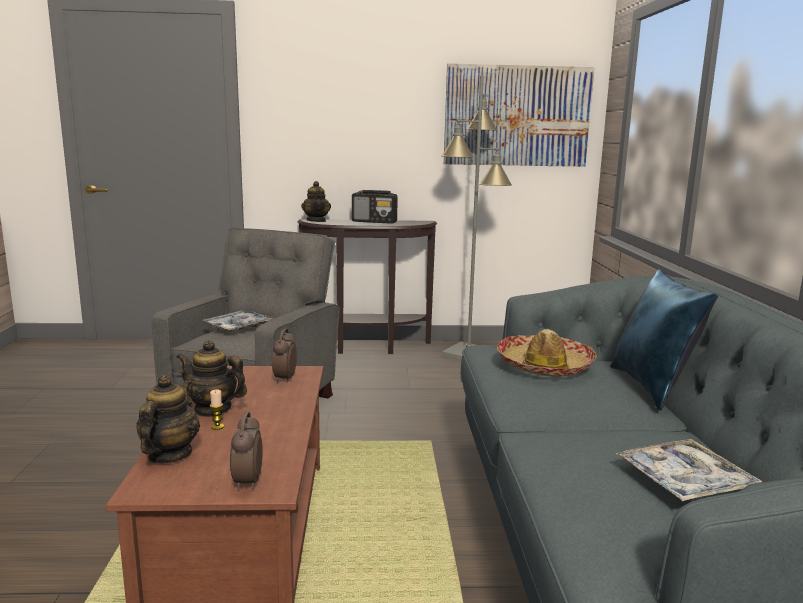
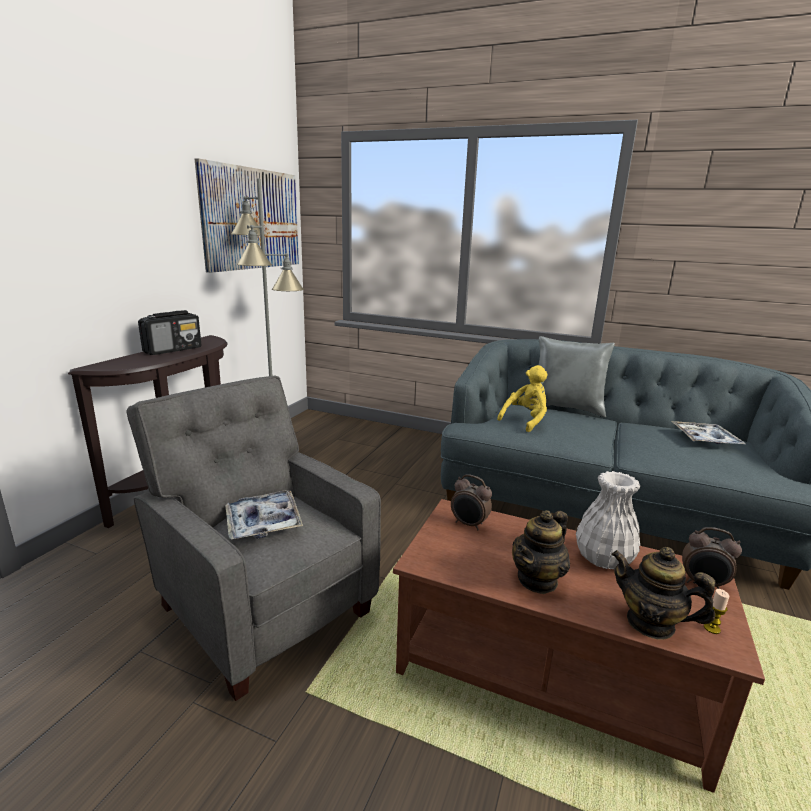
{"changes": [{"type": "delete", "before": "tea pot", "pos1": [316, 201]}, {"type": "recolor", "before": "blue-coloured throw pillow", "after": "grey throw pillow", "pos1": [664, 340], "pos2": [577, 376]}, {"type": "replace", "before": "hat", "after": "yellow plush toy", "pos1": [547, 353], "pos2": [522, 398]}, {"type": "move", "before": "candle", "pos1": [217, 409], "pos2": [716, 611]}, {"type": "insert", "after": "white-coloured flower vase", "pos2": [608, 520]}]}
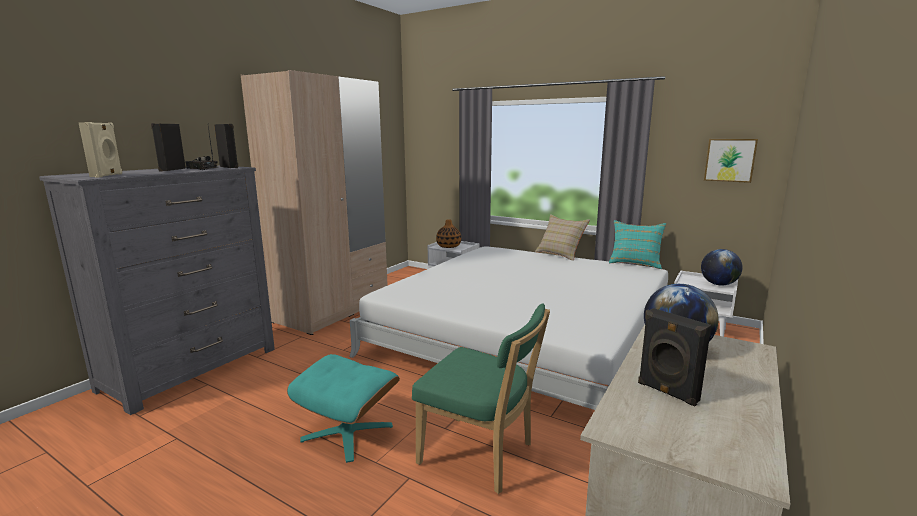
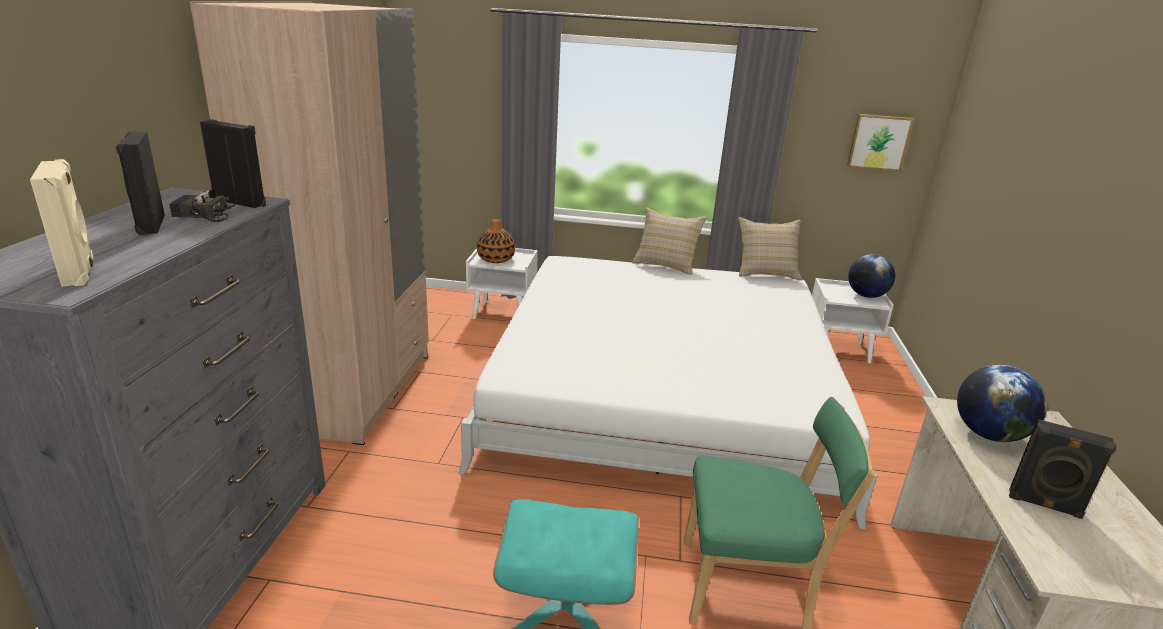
{"changes": [{"type": "recolor", "before": "turquoise-coloured throw pillow", "after": "beige-coloured throw pillow", "pos1": [637, 244], "pos2": [770, 248]}]}
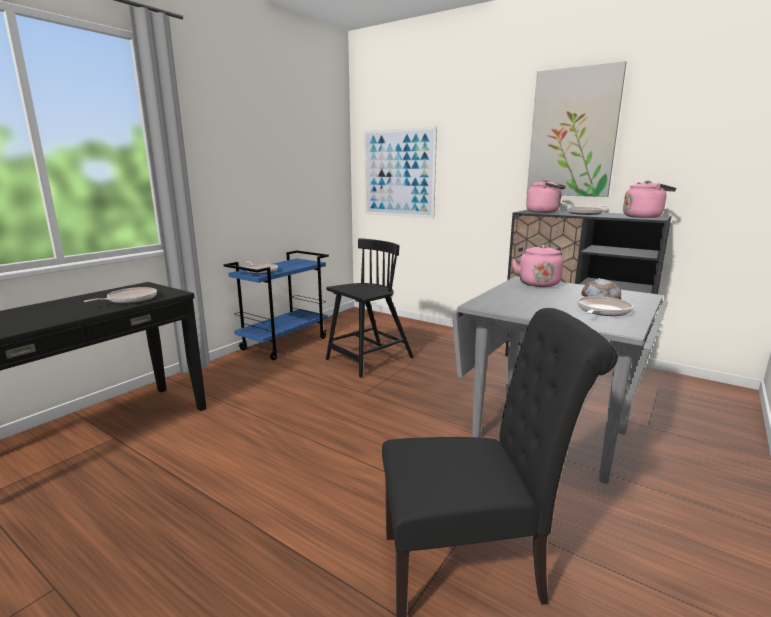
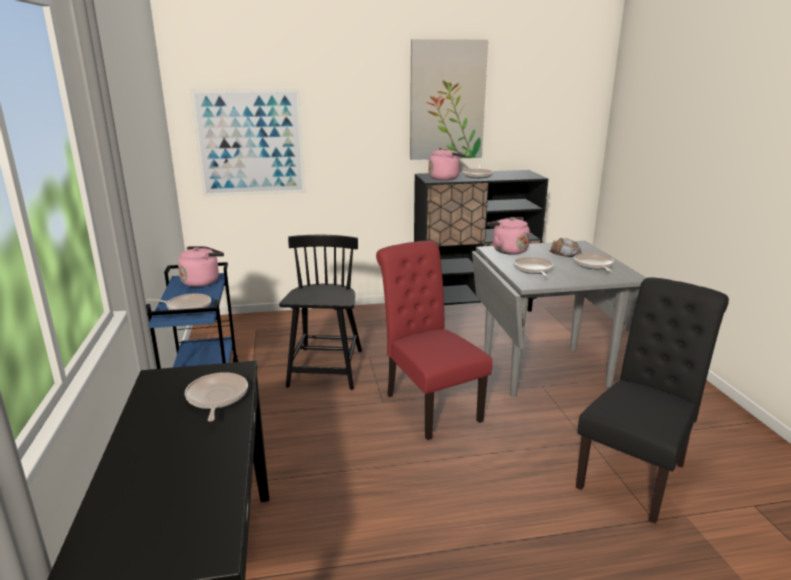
{"changes": [{"type": "move", "before": "pink-coloured kettle", "pos1": [649, 199], "pos2": [201, 266]}, {"type": "insert", "after": "red plain chair", "pos2": [434, 340]}, {"type": "insert", "after": "frying pan", "pos2": [533, 266]}]}
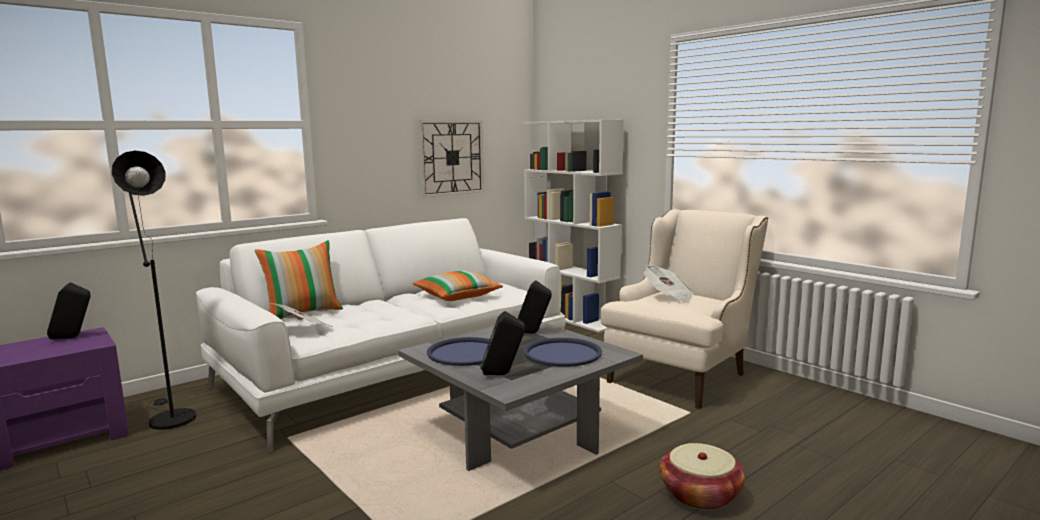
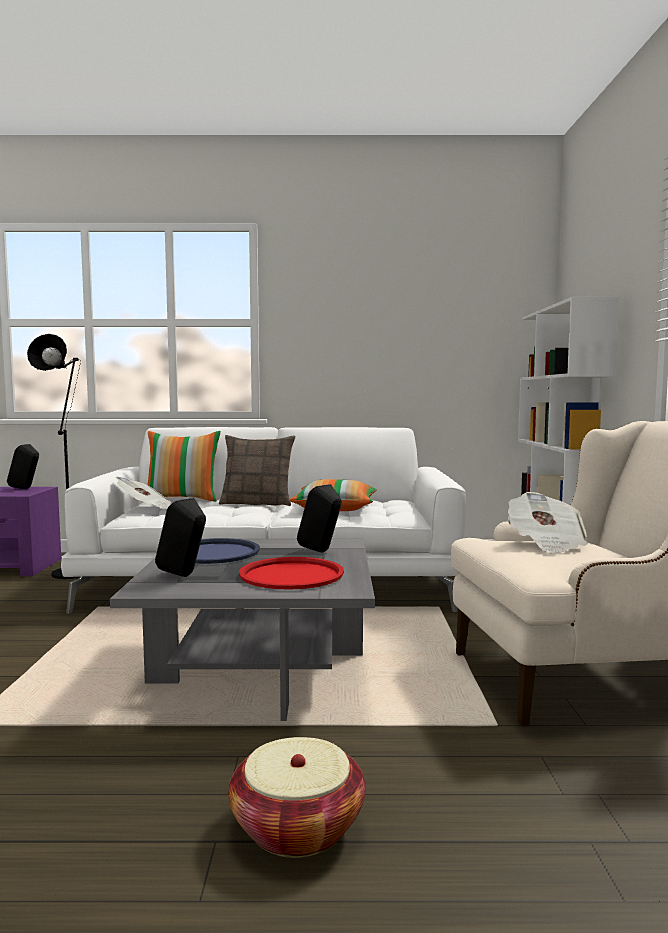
{"changes": [{"type": "delete", "before": "clock on the wall", "pos1": [451, 158]}, {"type": "recolor", "before": "blue-coloured tray", "after": "red tray", "pos1": [563, 352], "pos2": [291, 573]}, {"type": "insert", "after": "throw pillow", "pos2": [257, 470]}]}
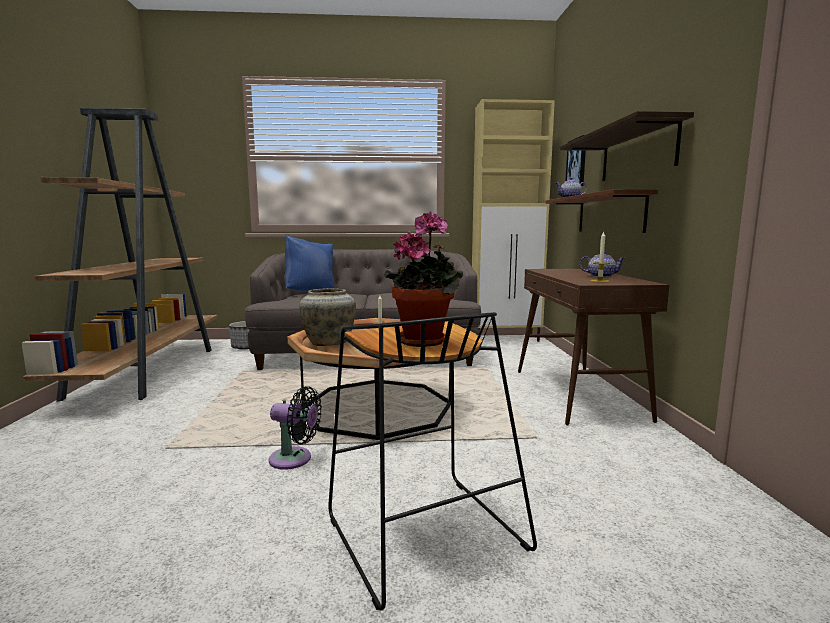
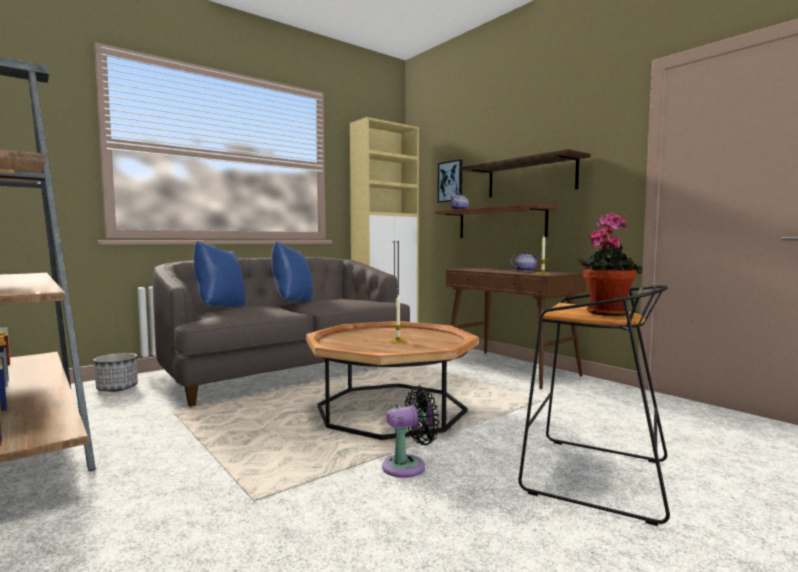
{"changes": [{"type": "delete", "before": "beige-coloured flower vase", "pos1": [327, 317]}, {"type": "insert", "after": "blue-coloured throw pillow", "pos2": [292, 272]}]}
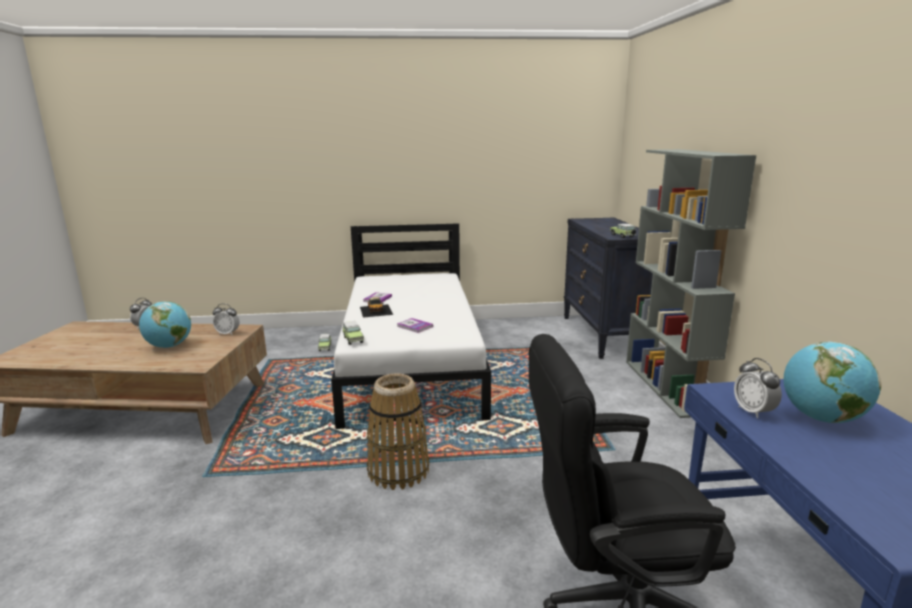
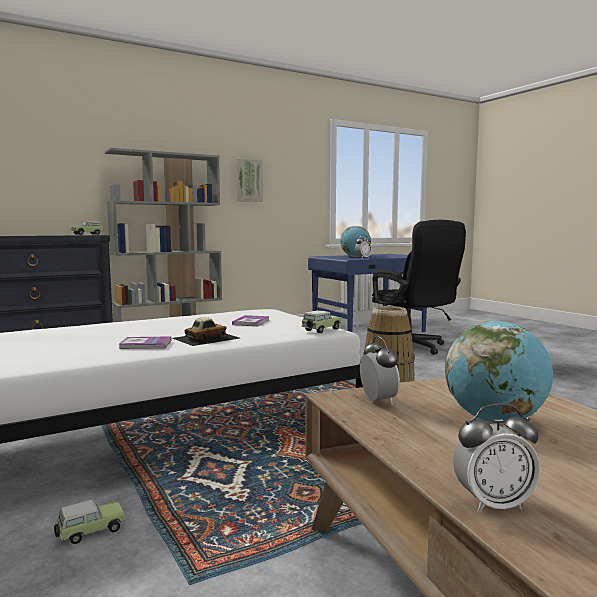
{"changes": [{"type": "insert", "after": "wall picture", "pos2": [249, 180]}]}
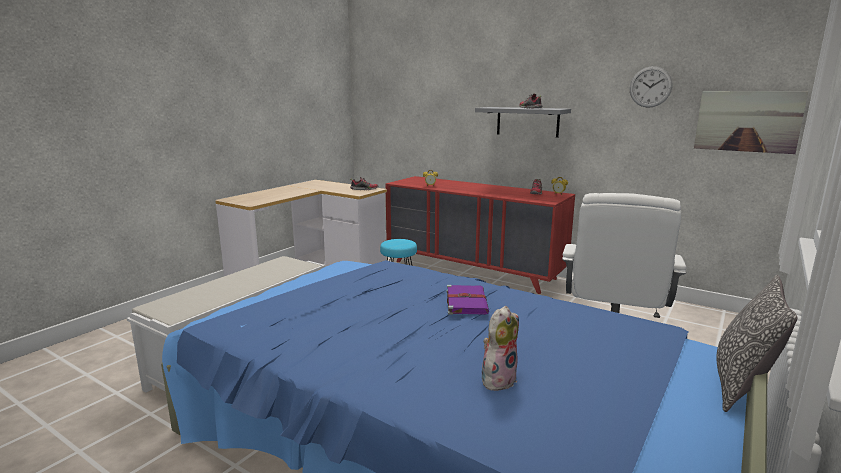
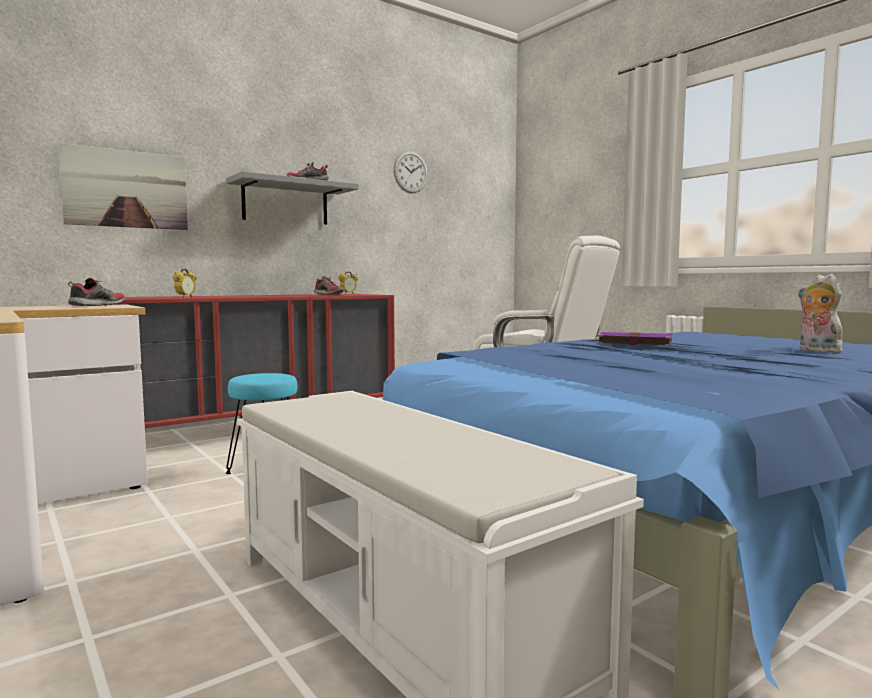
{"changes": [{"type": "move", "before": "wall picture", "pos1": [751, 122], "pos2": [123, 186]}, {"type": "delete", "before": "throw pillow", "pos1": [757, 343]}]}
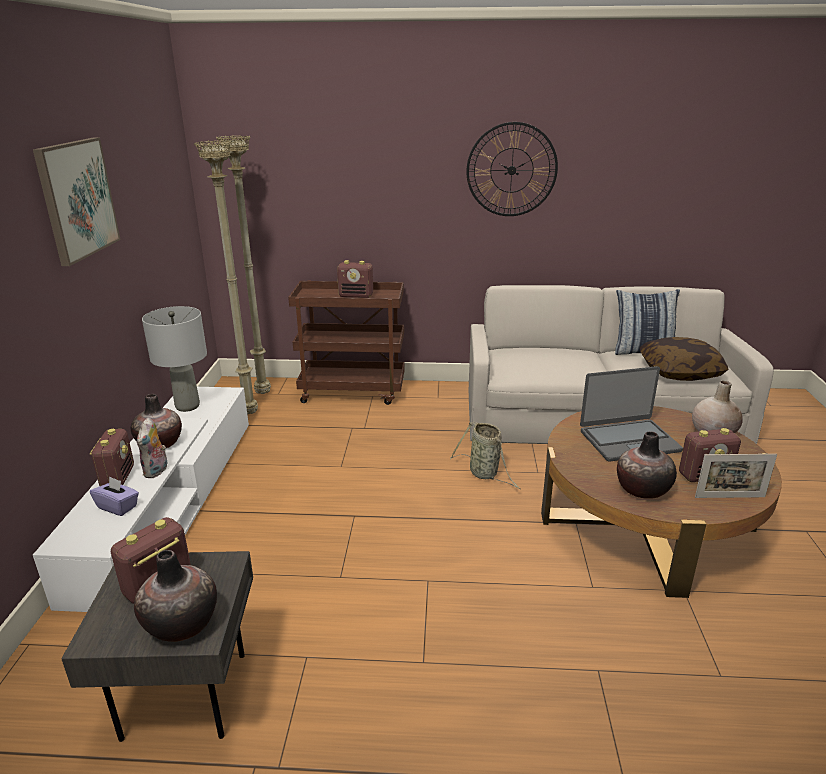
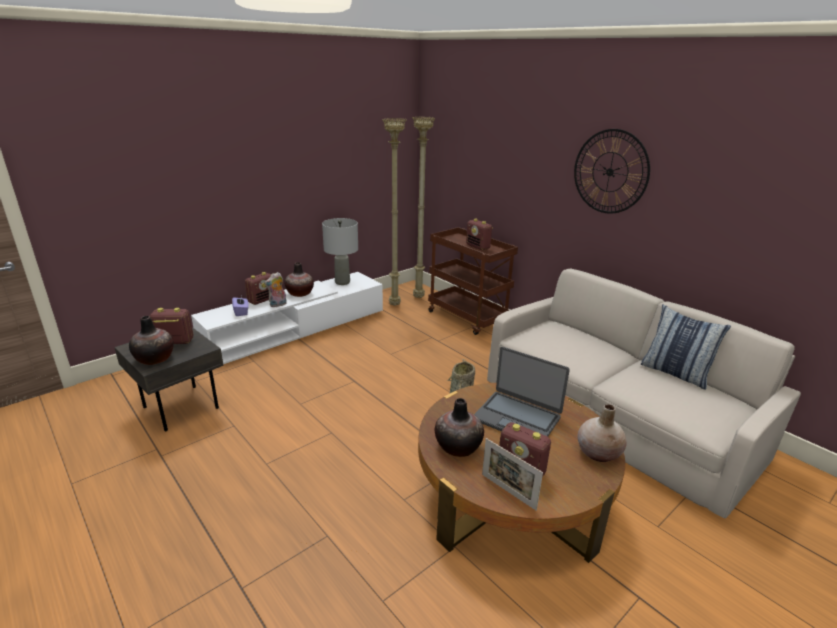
{"changes": [{"type": "delete", "before": "wall picture", "pos1": [77, 202]}, {"type": "delete", "before": "throw pillow", "pos1": [684, 359]}]}
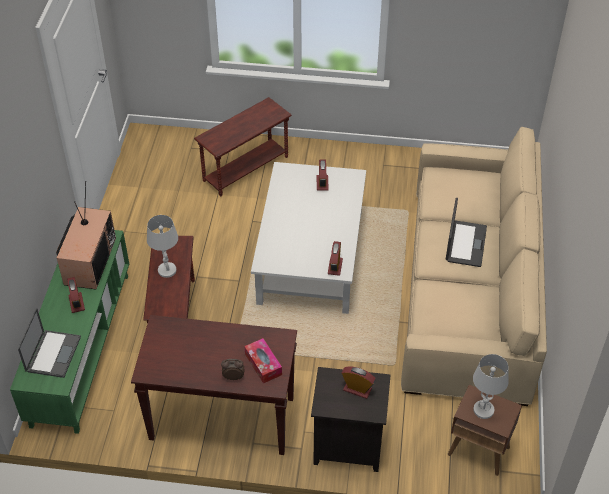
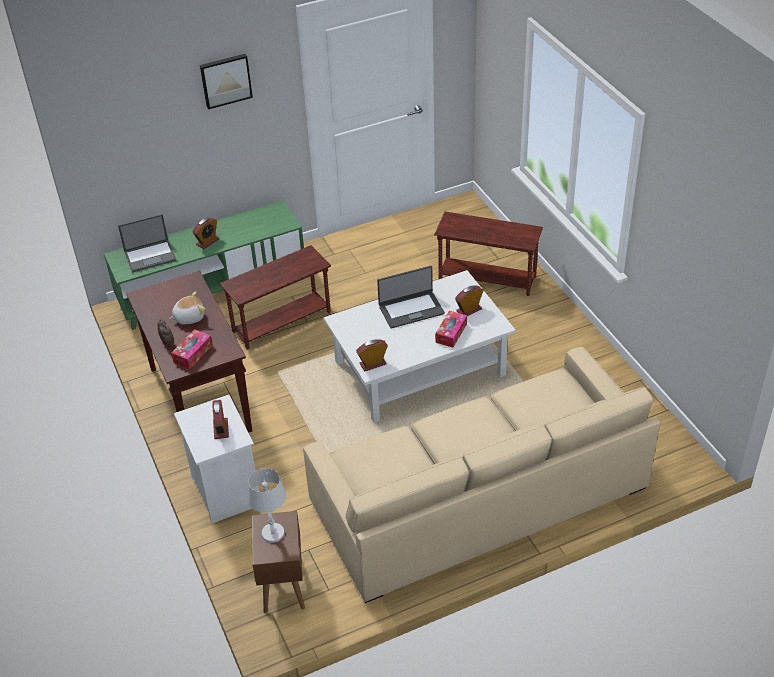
{"changes": [{"type": "delete", "before": "TV set", "pos1": [86, 235]}, {"type": "move", "before": "portable computer", "pos1": [466, 232], "pos2": [411, 297]}, {"type": "delete", "before": "white-coloured tabletop lamp", "pos1": [162, 246]}, {"type": "recolor", "before": "black-coloured nightstand", "after": "white-coloured nightstand", "pos1": [351, 419], "pos2": [216, 459]}, {"type": "insert", "after": "wall picture", "pos2": [226, 82]}, {"type": "insert", "after": "plush toy", "pos2": [187, 307]}, {"type": "insert", "after": "tissue holder", "pos2": [451, 329]}]}
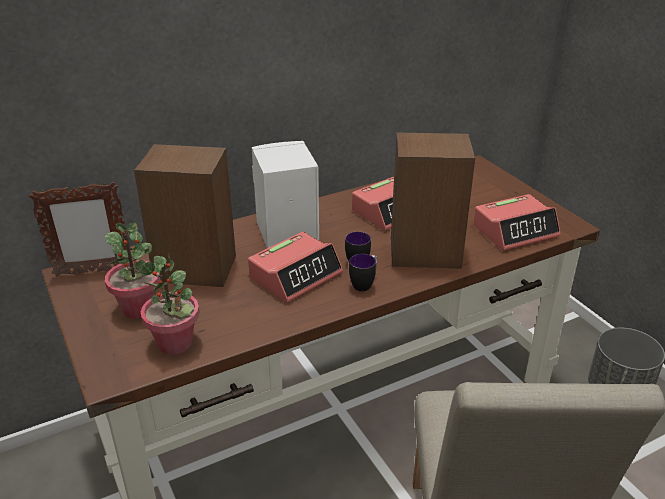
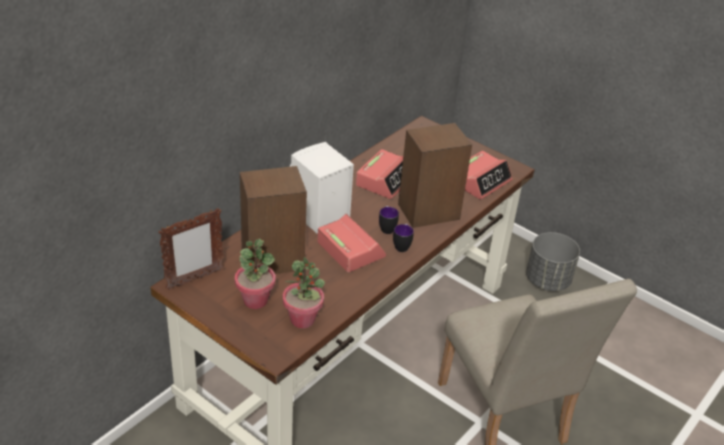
{"changes": [{"type": "rotate", "before": "bedside clock", "pos1": [295, 267], "pos2": [351, 243], "turn": -60}]}
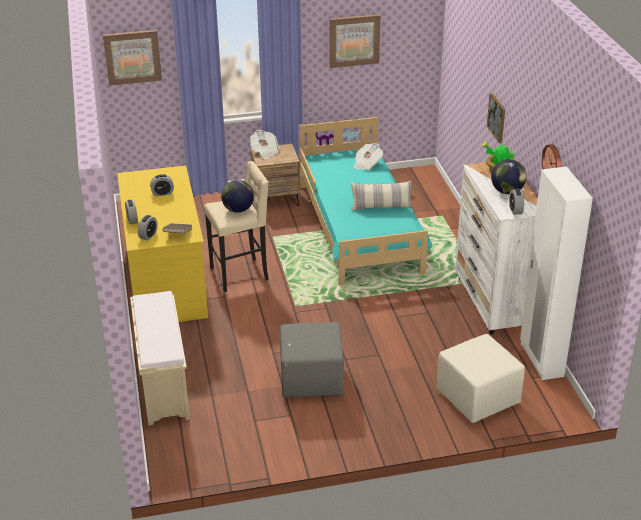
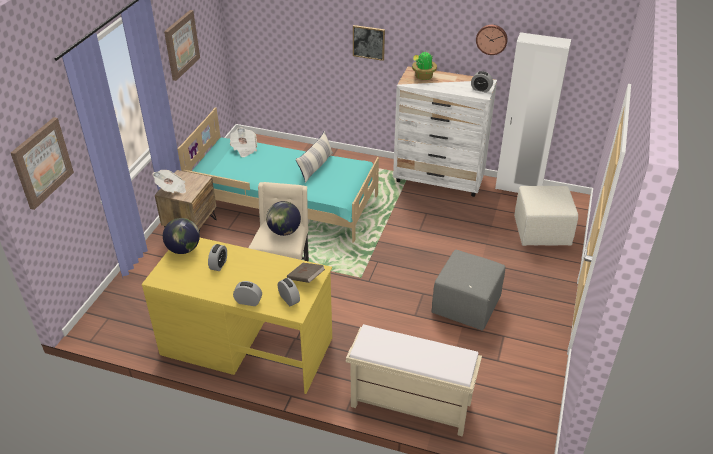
{"changes": [{"type": "move", "before": "globe", "pos1": [509, 176], "pos2": [181, 236]}]}
